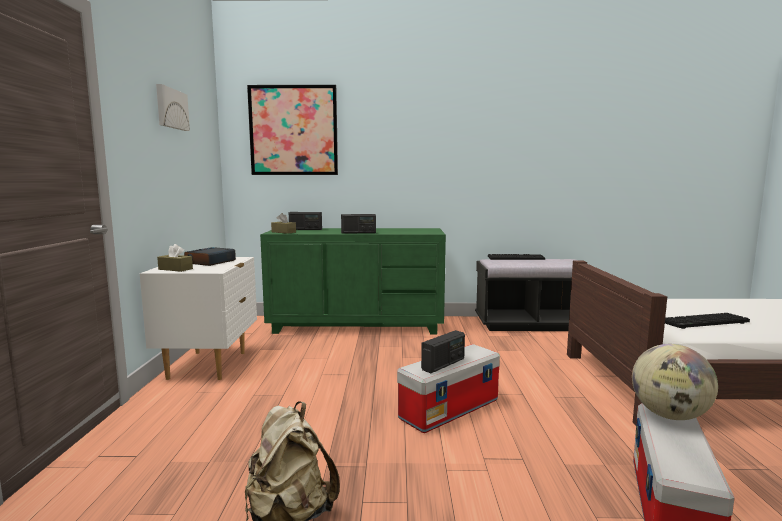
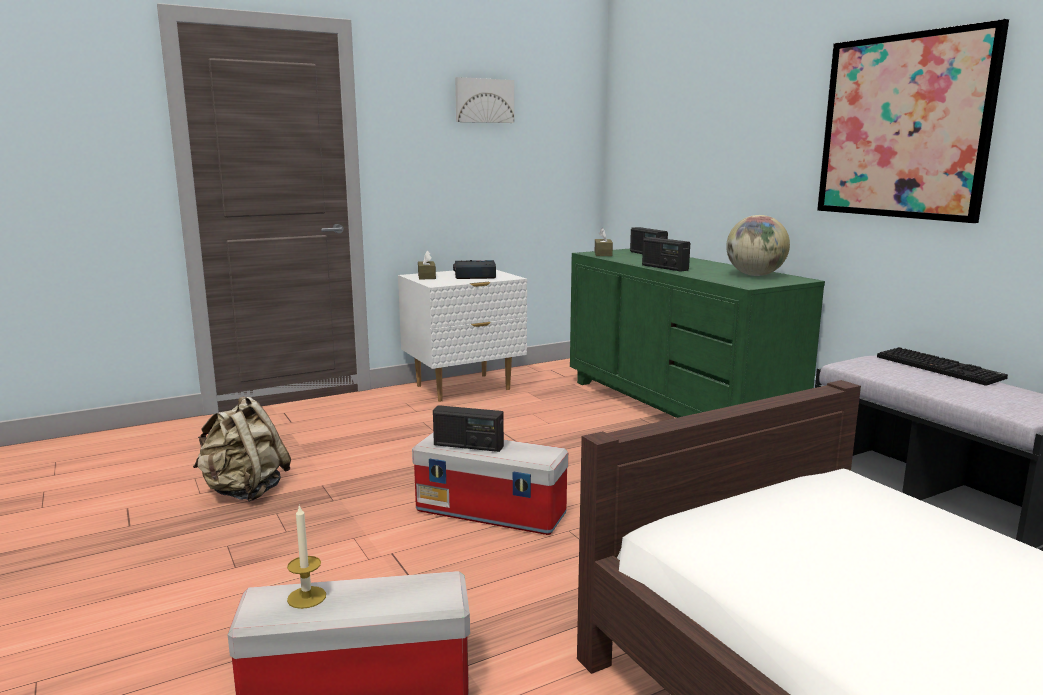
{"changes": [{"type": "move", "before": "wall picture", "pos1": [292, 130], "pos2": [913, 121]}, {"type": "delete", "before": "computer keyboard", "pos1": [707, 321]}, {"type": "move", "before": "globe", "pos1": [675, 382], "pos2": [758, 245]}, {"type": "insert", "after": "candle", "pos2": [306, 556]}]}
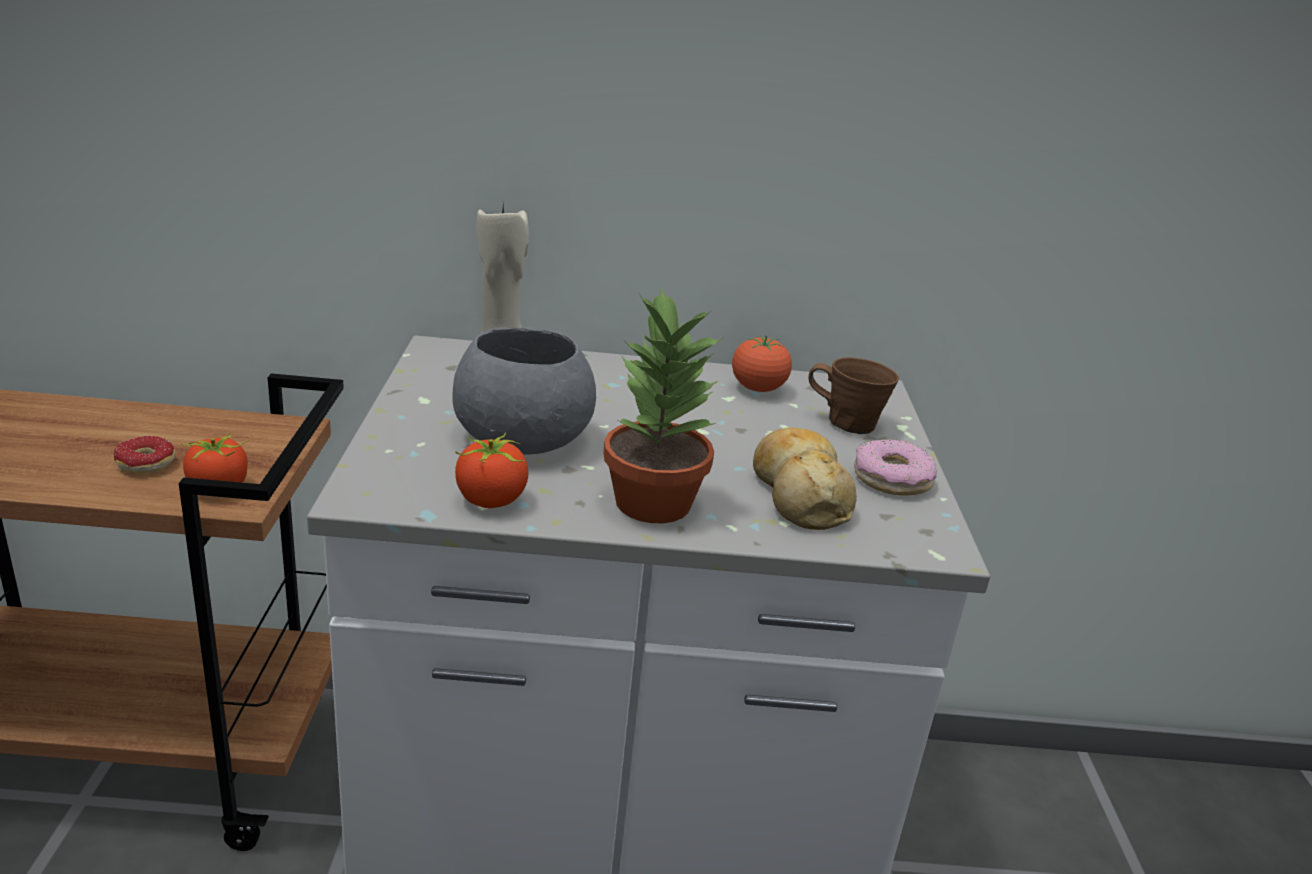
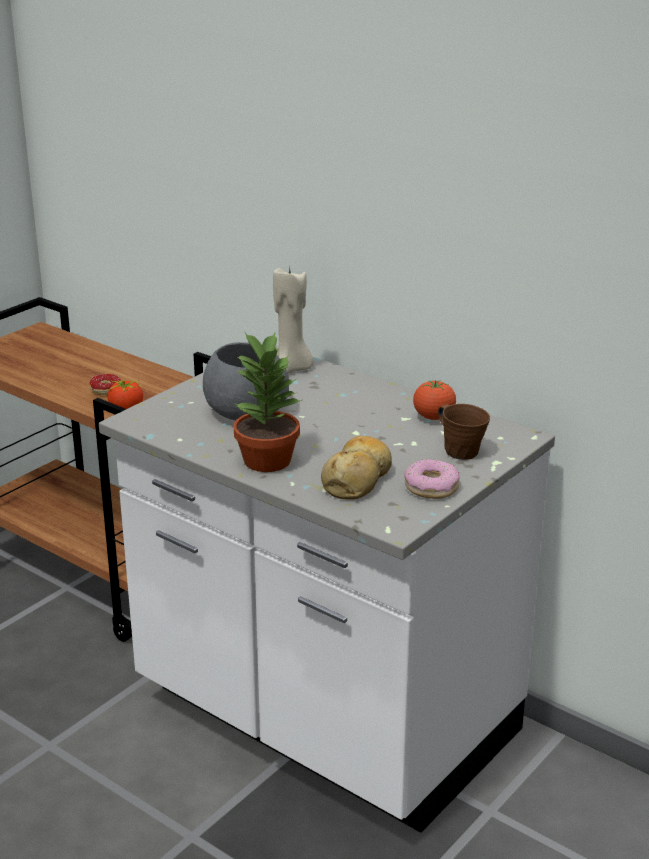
{"changes": [{"type": "delete", "before": "fresh tomato", "pos1": [491, 470]}]}
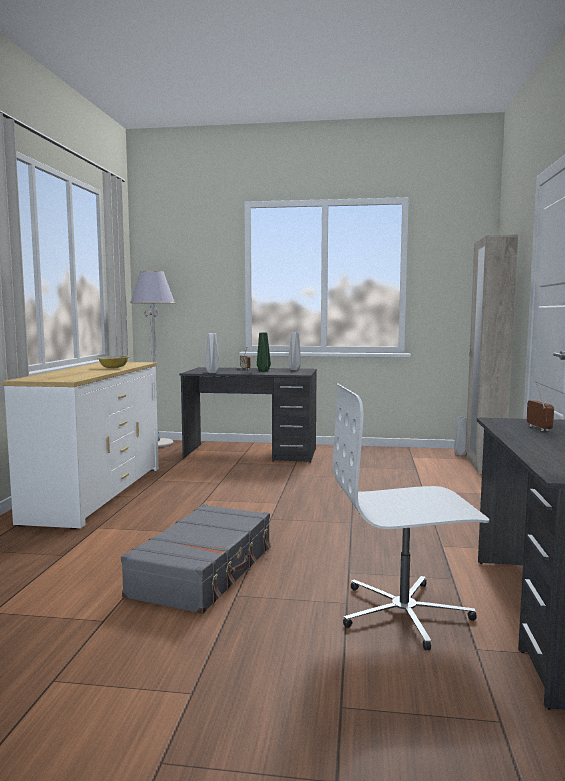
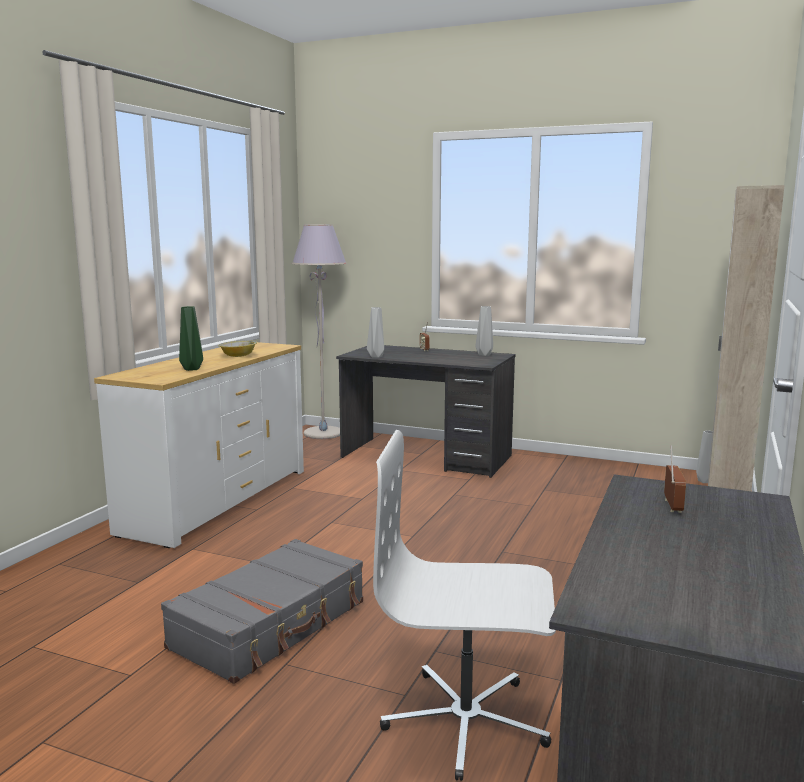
{"changes": [{"type": "move", "before": "greenish flower vase", "pos1": [264, 352], "pos2": [191, 338]}]}
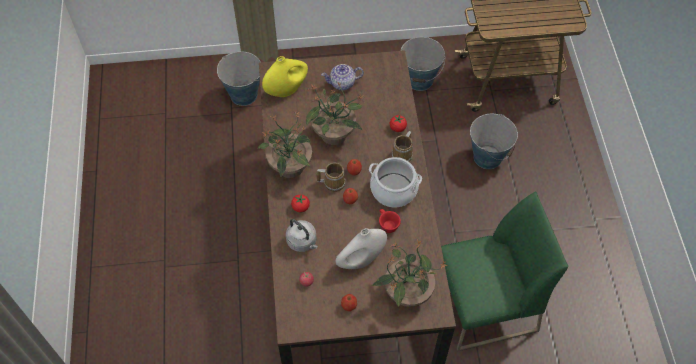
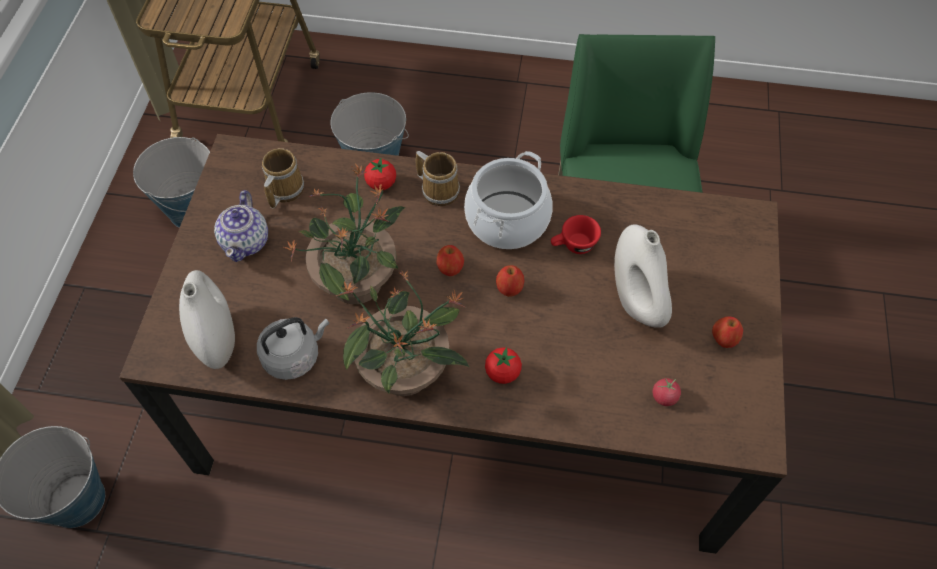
{"changes": [{"type": "recolor", "before": "yellow flower vase", "after": "white-coloured flower vase", "pos1": [285, 76], "pos2": [207, 319]}, {"type": "move", "before": "mug", "pos1": [330, 177], "pos2": [283, 178]}, {"type": "move", "before": "grey kettle", "pos1": [302, 235], "pos2": [293, 348]}, {"type": "delete", "before": "potted plant", "pos1": [409, 273]}]}
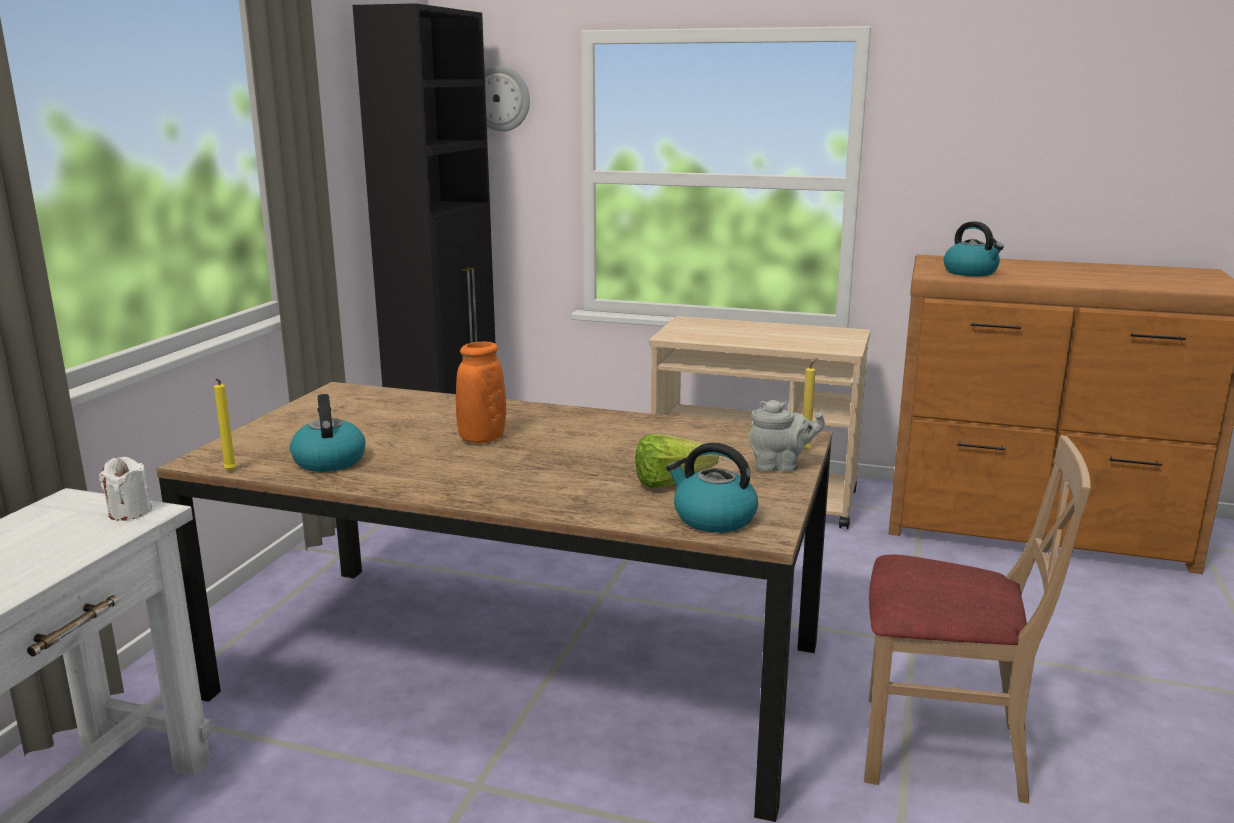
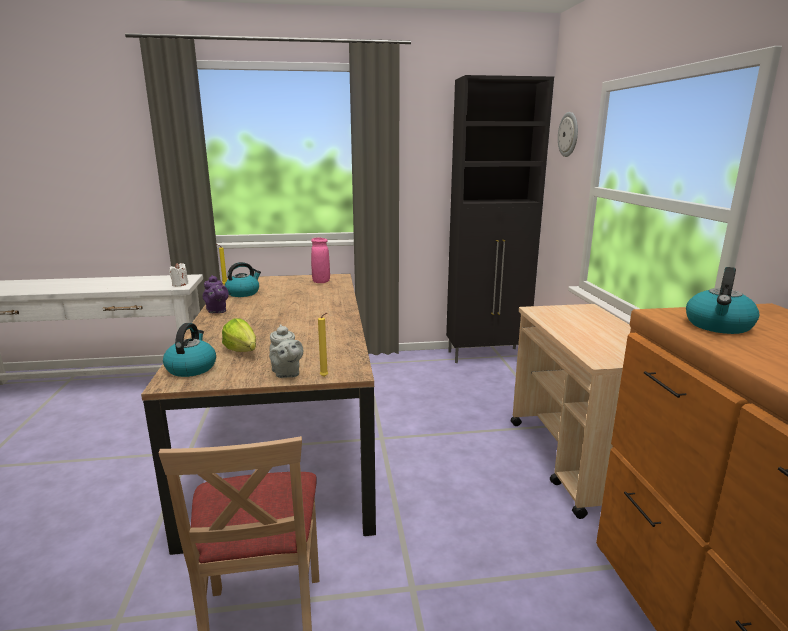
{"changes": [{"type": "delete", "before": "orange flower vase", "pos1": [481, 392]}, {"type": "insert", "after": "pink-coloured flower vase", "pos2": [320, 260]}, {"type": "insert", "after": "purple-coloured tea pot", "pos2": [216, 294]}]}
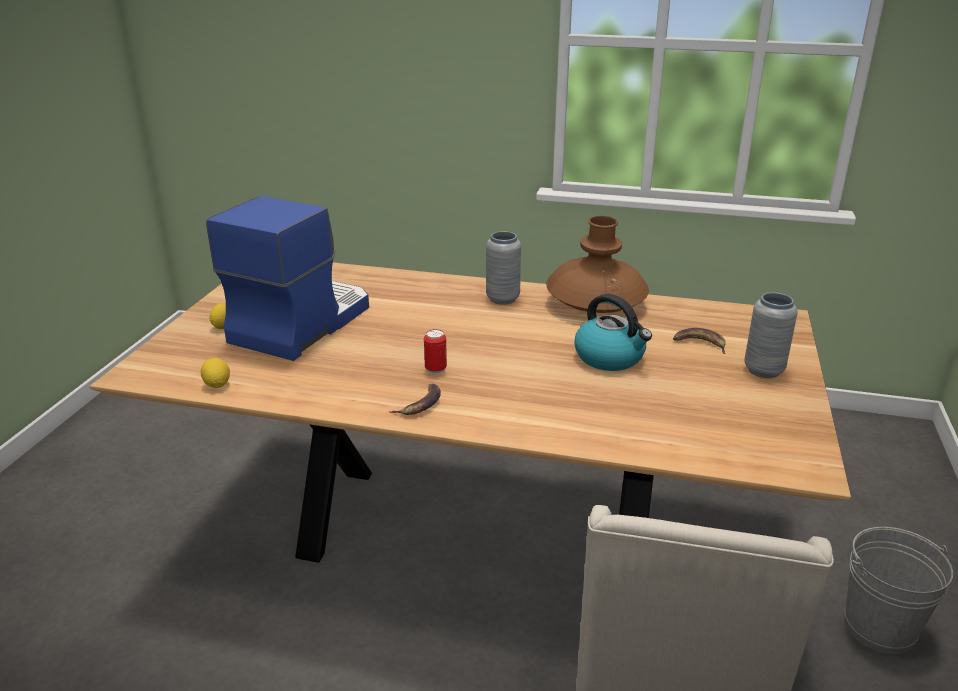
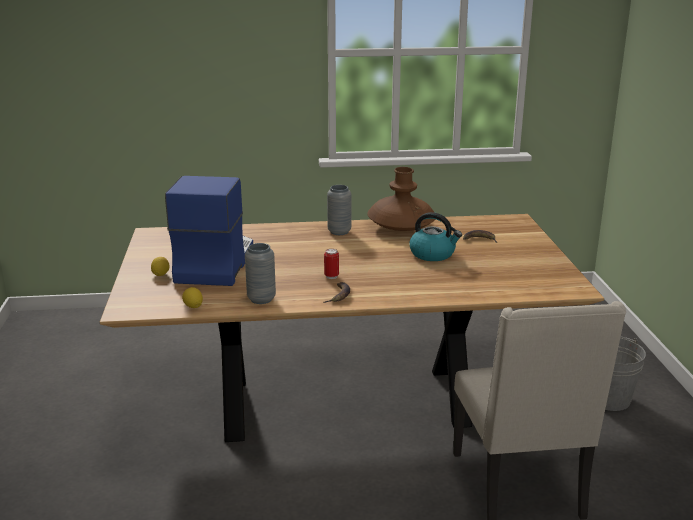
{"changes": [{"type": "move", "before": "grey flower vase", "pos1": [771, 335], "pos2": [260, 273]}]}
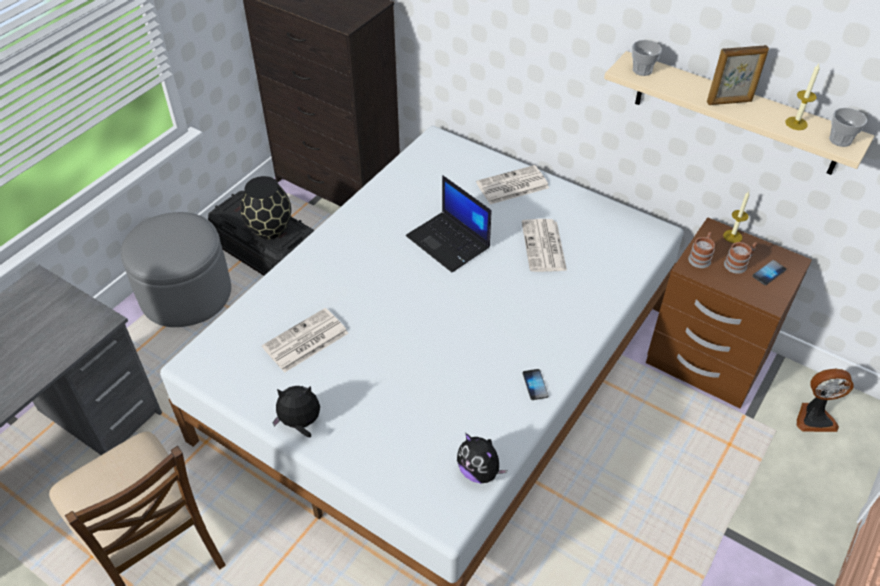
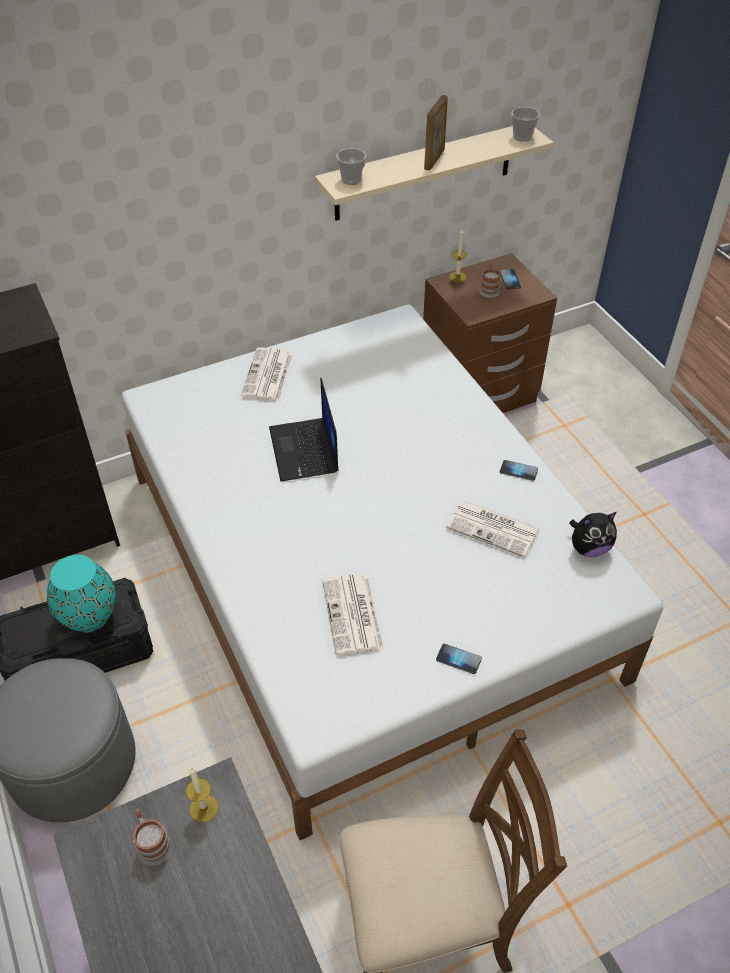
{"changes": [{"type": "move", "before": "candle", "pos1": [802, 97], "pos2": [202, 794]}, {"type": "rotate", "before": "portable computer", "pos1": [448, 223], "pos2": [304, 429], "turn": 90}, {"type": "recolor", "before": "black-coloured flower vase", "after": "turquoise-coloured flower vase", "pos1": [265, 208], "pos2": [81, 594]}, {"type": "move", "before": "newspaper", "pos1": [544, 245], "pos2": [492, 528]}, {"type": "move", "before": "mug", "pos1": [701, 250], "pos2": [152, 837]}, {"type": "delete", "before": "electric fan", "pos1": [825, 400]}, {"type": "replace", "before": "plush toy", "after": "handset", "pos1": [296, 411], "pos2": [459, 659]}]}
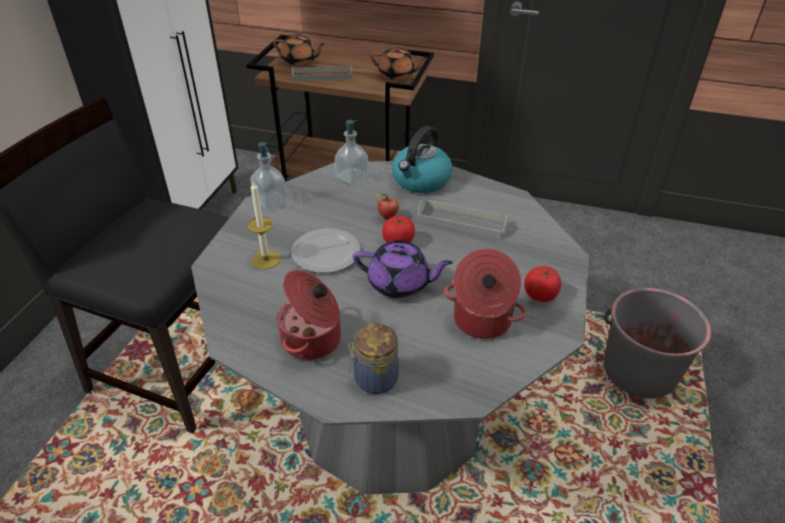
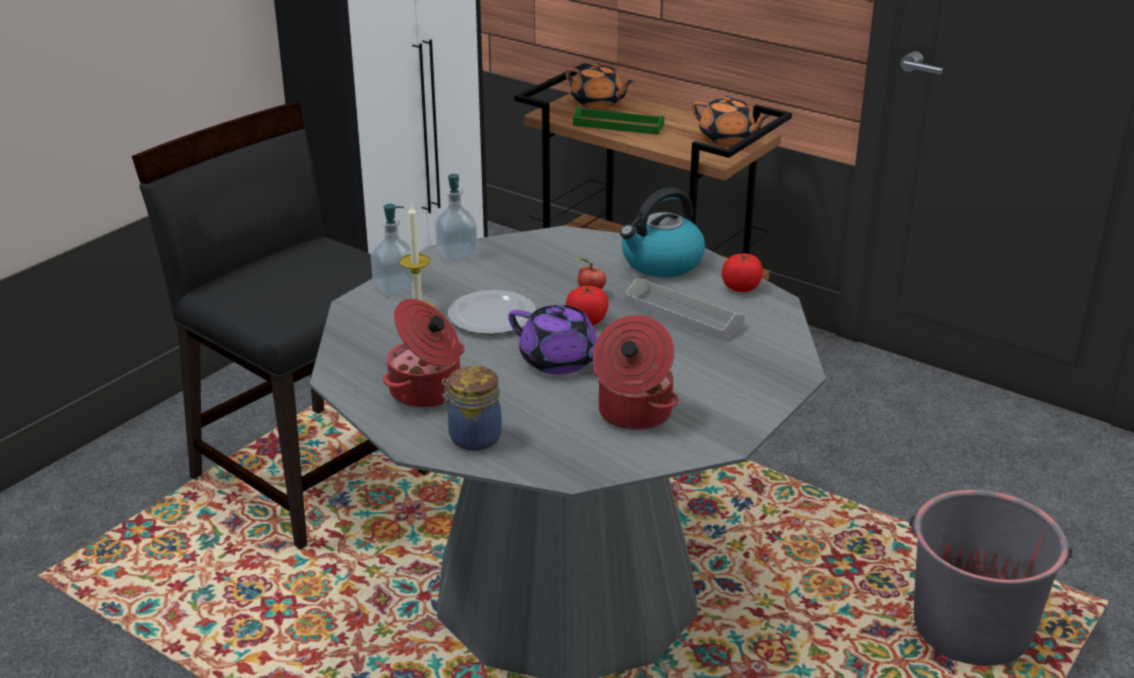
{"changes": [{"type": "recolor", "before": "grey tray", "after": "greenish tray", "pos1": [322, 73], "pos2": [618, 120]}, {"type": "move", "before": "liquid soap bottle", "pos1": [351, 152], "pos2": [391, 250]}, {"type": "move", "before": "fresh tomato", "pos1": [542, 284], "pos2": [742, 273]}]}
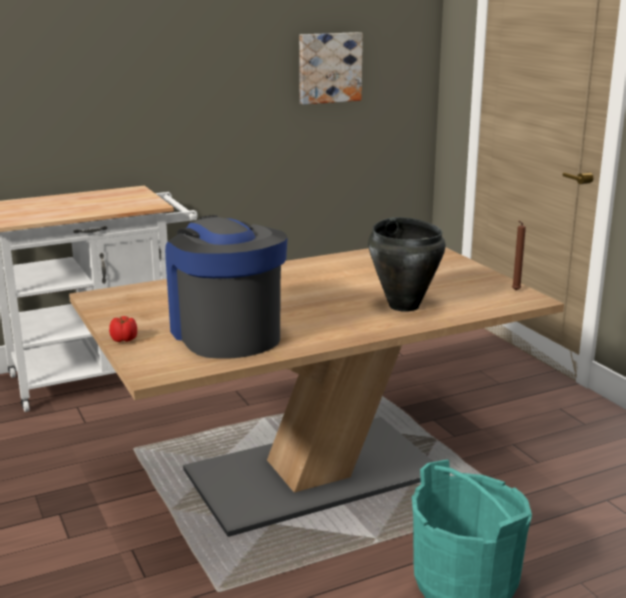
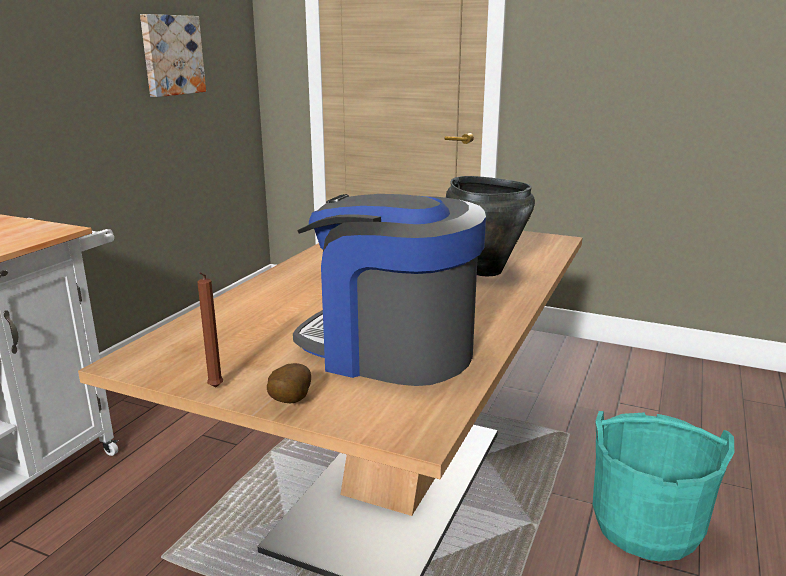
{"changes": [{"type": "move", "before": "brown candle", "pos1": [519, 256], "pos2": [210, 329]}, {"type": "replace", "before": "fresh tomato", "after": "spud", "pos1": [123, 329], "pos2": [289, 383]}]}
